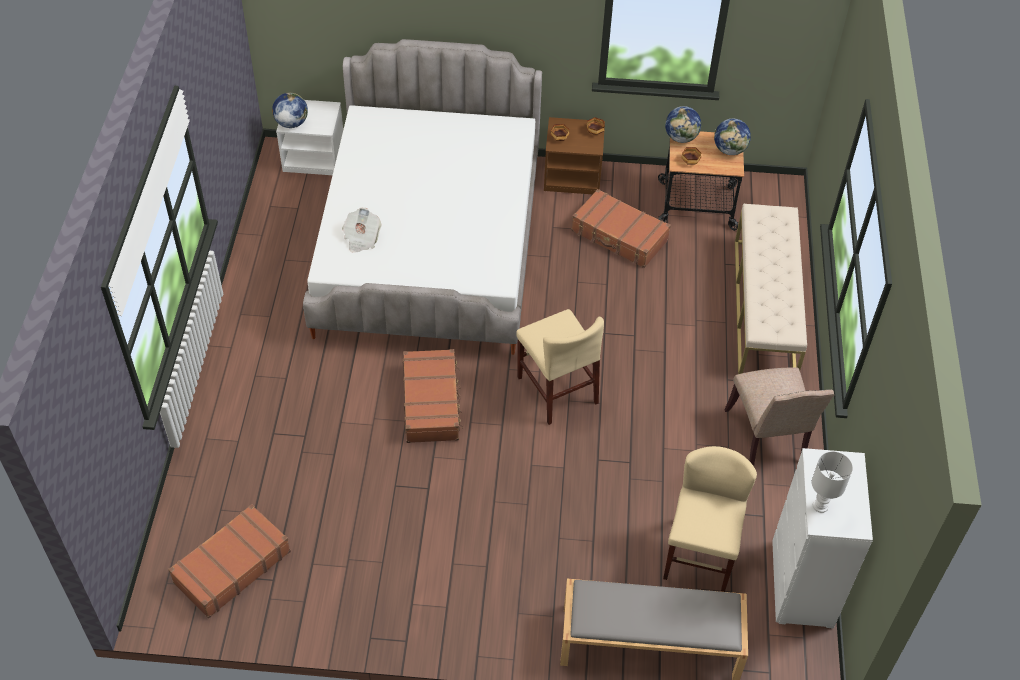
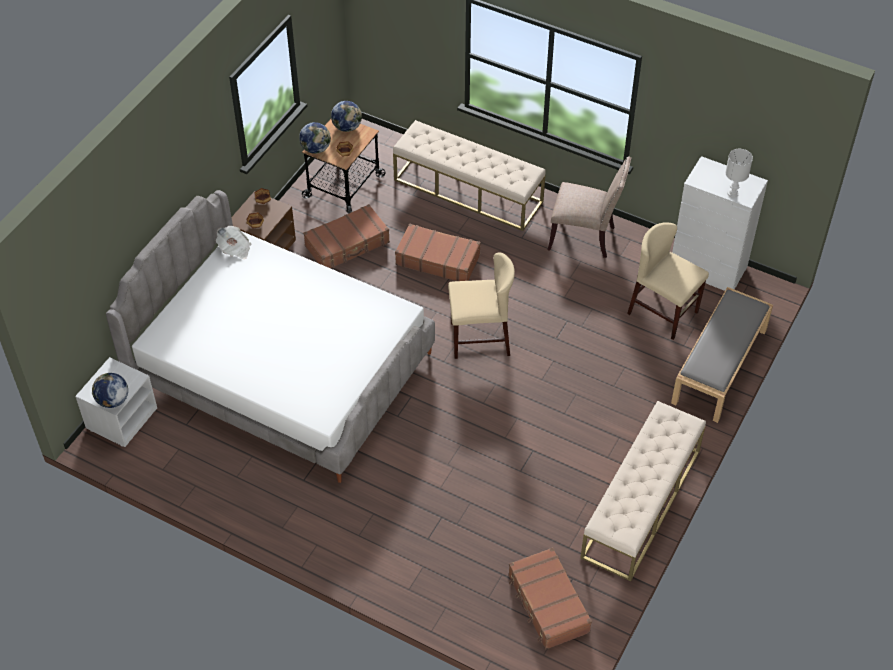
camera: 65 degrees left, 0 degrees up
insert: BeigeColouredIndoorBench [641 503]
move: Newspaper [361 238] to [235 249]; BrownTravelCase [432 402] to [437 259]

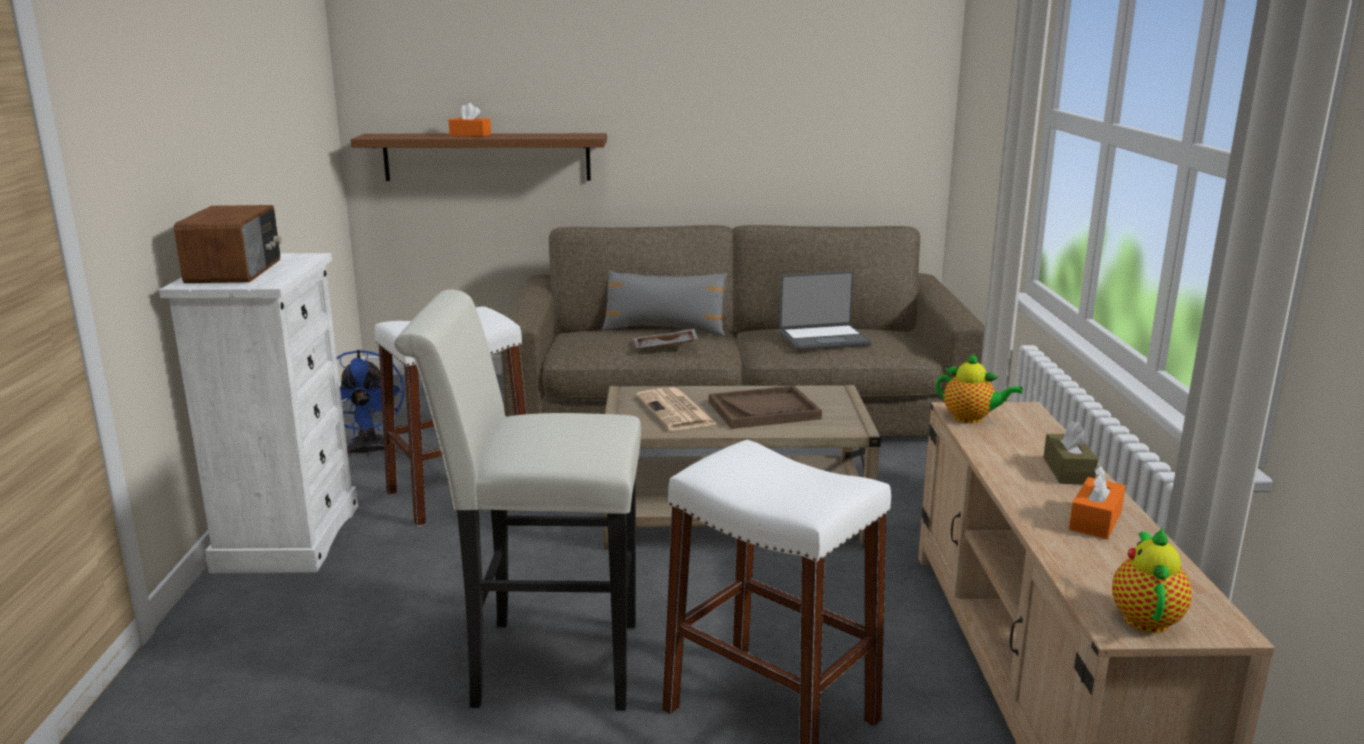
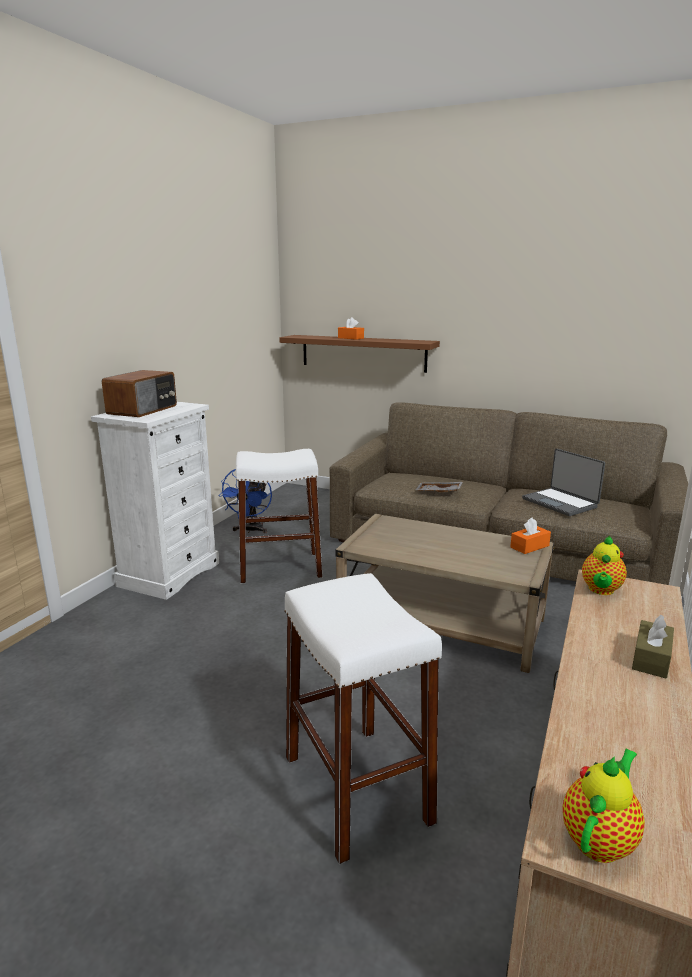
camera: 25 degrees right, 0 degrees up
delete: WhiteColouredStool [542 663]; GreyThrowPillow [664 330]; Newspaper [676 411]; BrownTray [764 410]
move: OrangeTissueHolder [1095 520] to [529 546]
rotate: PortableComputer [823 339] = [560 503] 45 degrees clockwise; Teapot [971 419] = [600 590] 60 degrees clockwise

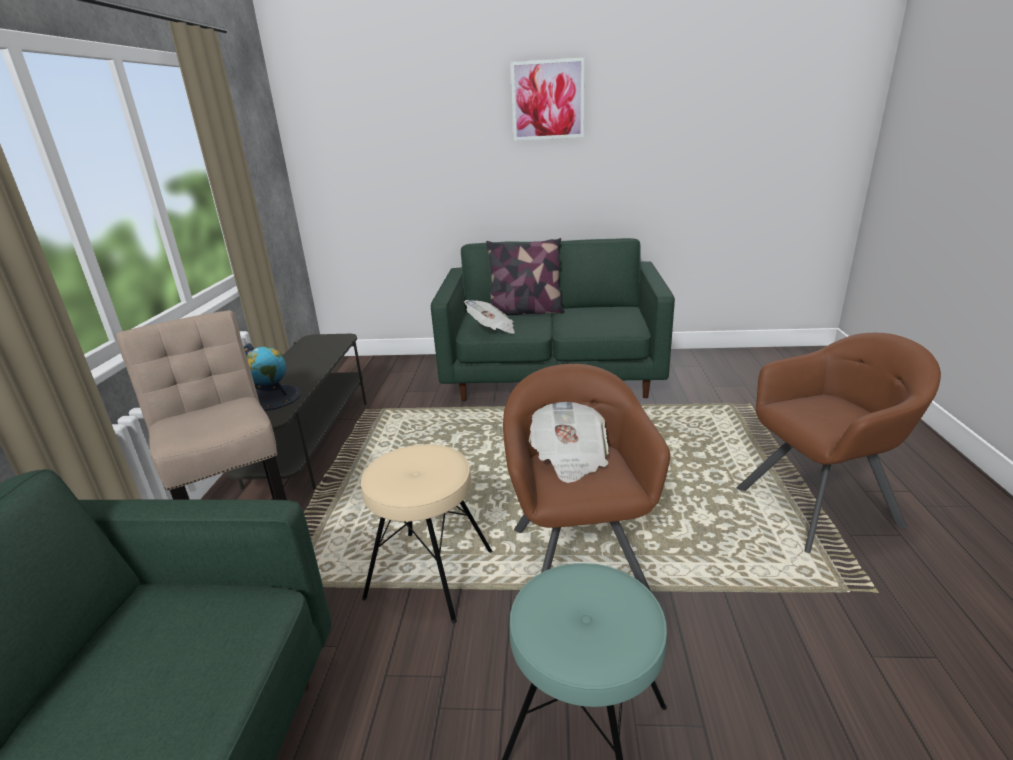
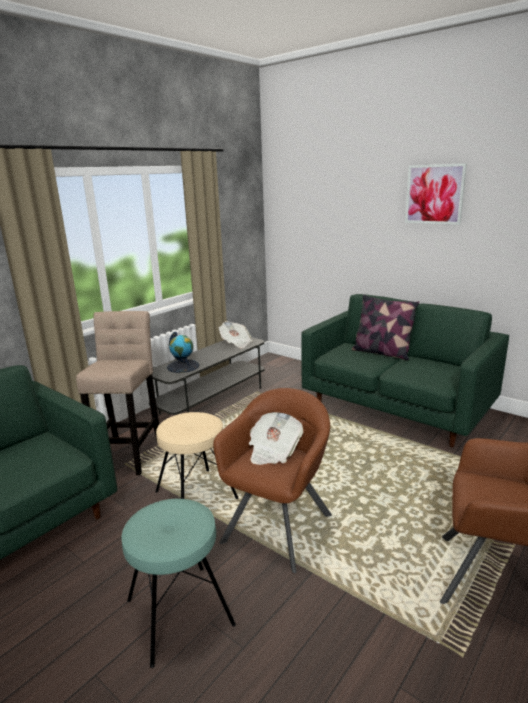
camera: 35 degrees right, 5 degrees down
move: Newspaper [492 329] to [236 343]

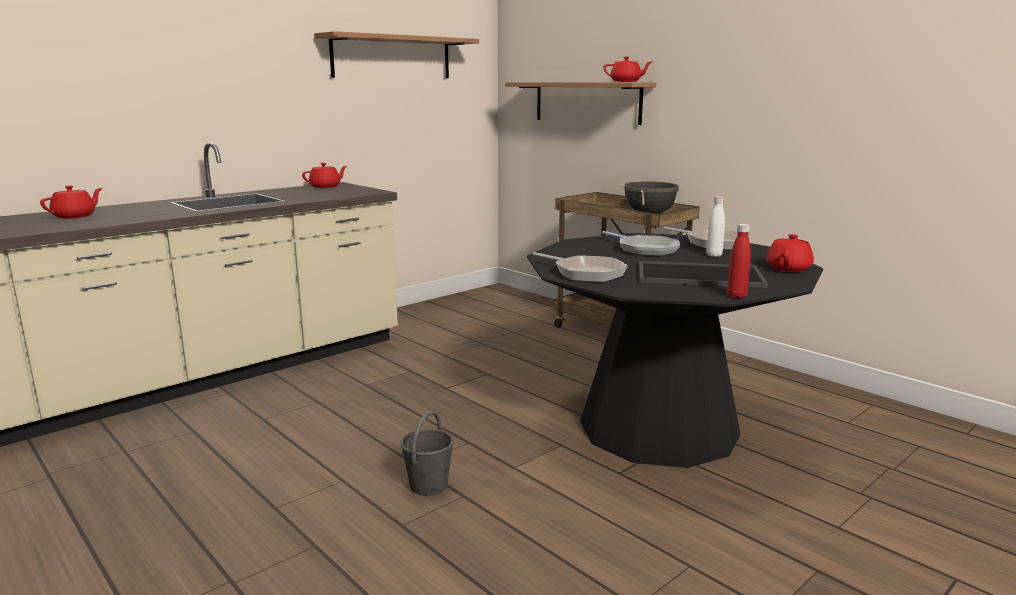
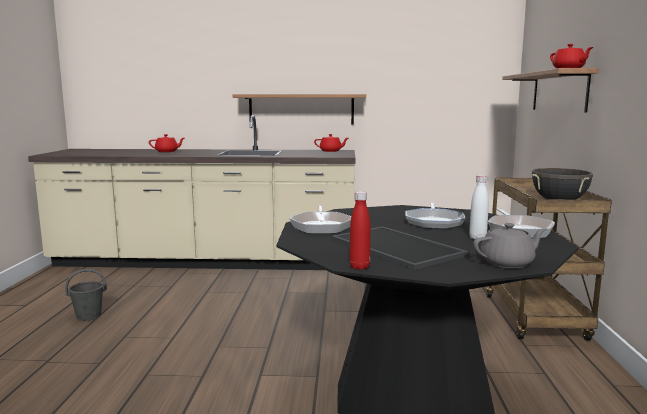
camera: 45 degrees right, 5 degrees down
move: GreyPail [429 485] to [89 316]; Shelf [392 57] to [301 109]
recolor: RedColouredTeapot [789 268] to GreyTeapot [508 263]

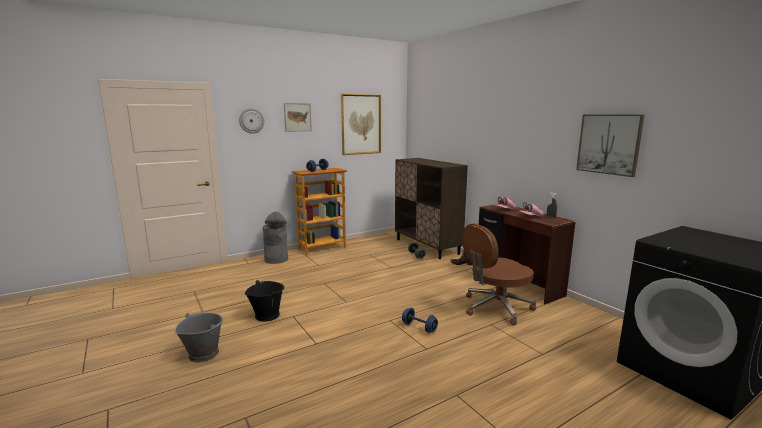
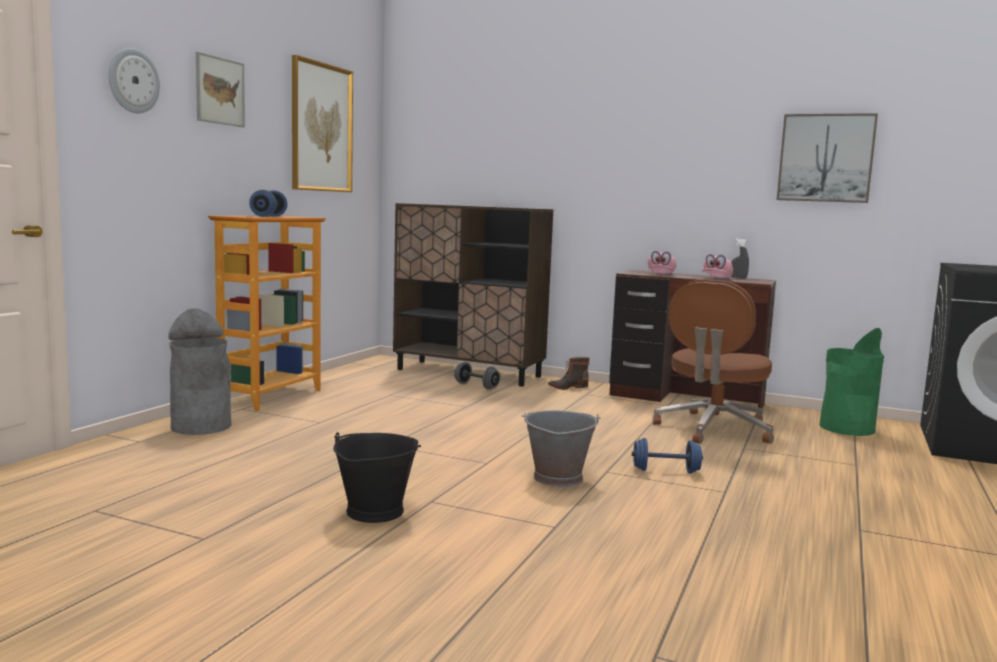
camera: 35 degrees left, 5 degrees down
insert: GreenTrashCan [846 428]
move: GreyPail [203 353] to [557 478]

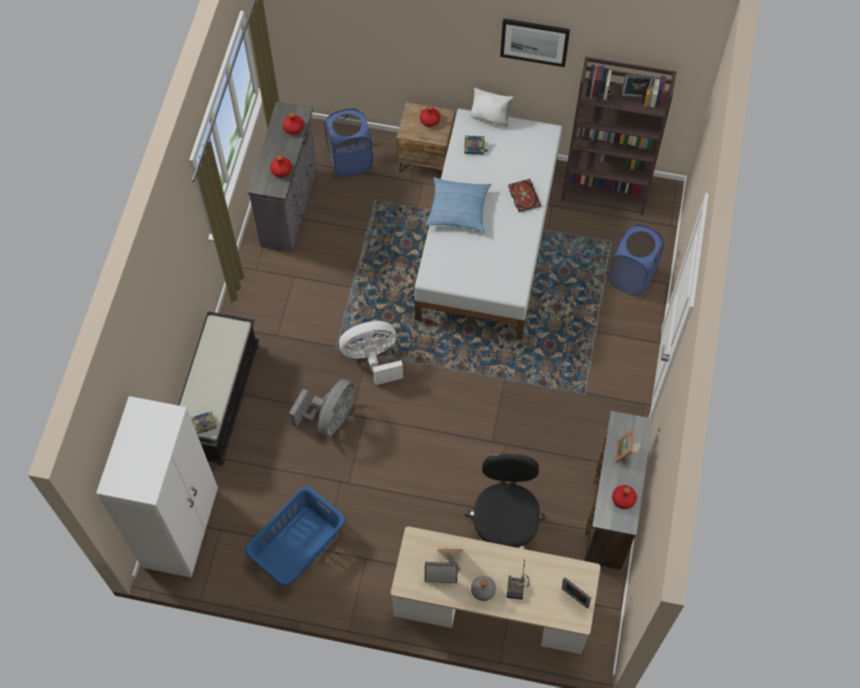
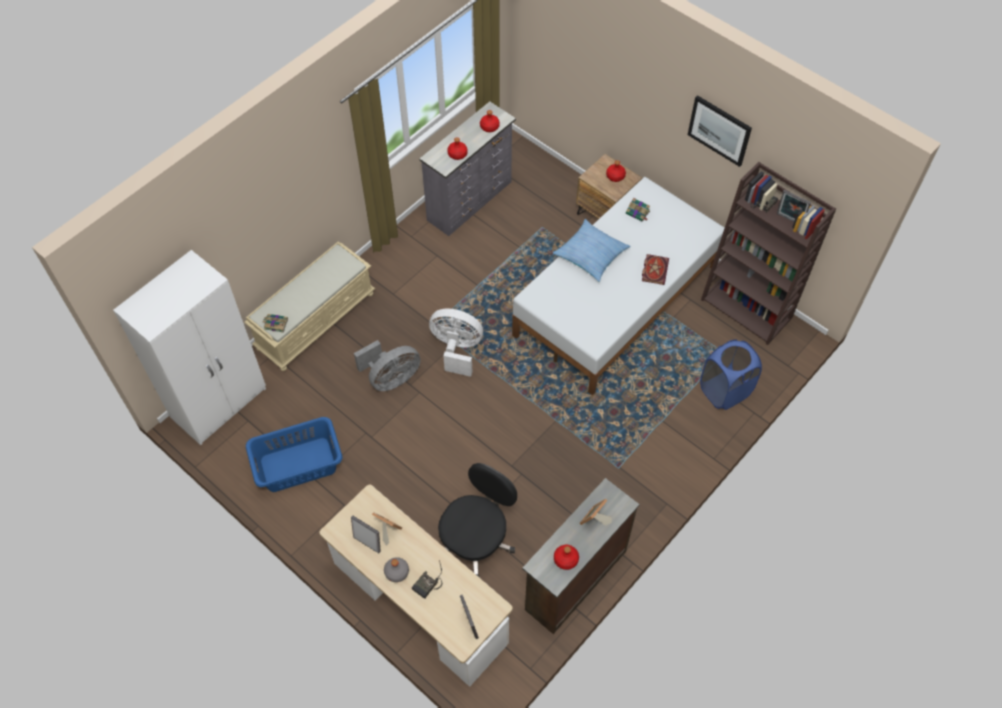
camera: 30 degrees right, 5 degrees down
delete: BluishHamper [350 160]; WhiteColouredThrowPillow [490 117]
recolor: BlackIndoorBench [219 399] to BeigeColouredIndoorBench [315 320]

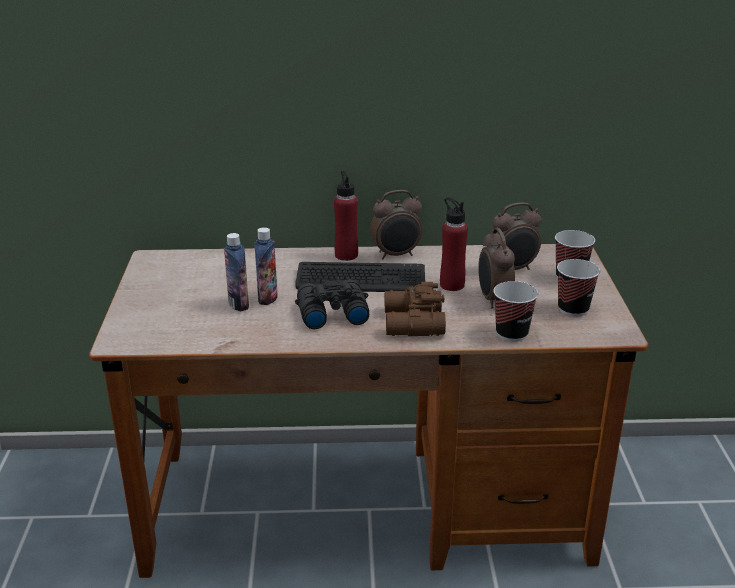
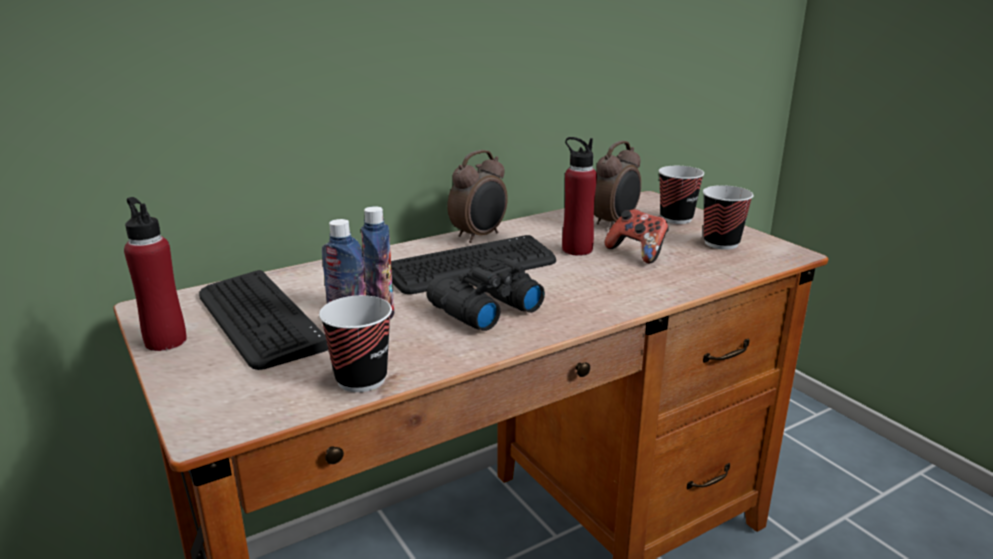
camera: 30 degrees left, 5 degrees down
delete: BrownPairOfBinoculars [412 323]
insert: ComputerKeyboard [258 319]
move: RedColouredBeverageBottle [346 255] to [165 341]; SmallCup [511 333] to [361 379]
replace: TableClock [493 300] to Gamepad [637 253]

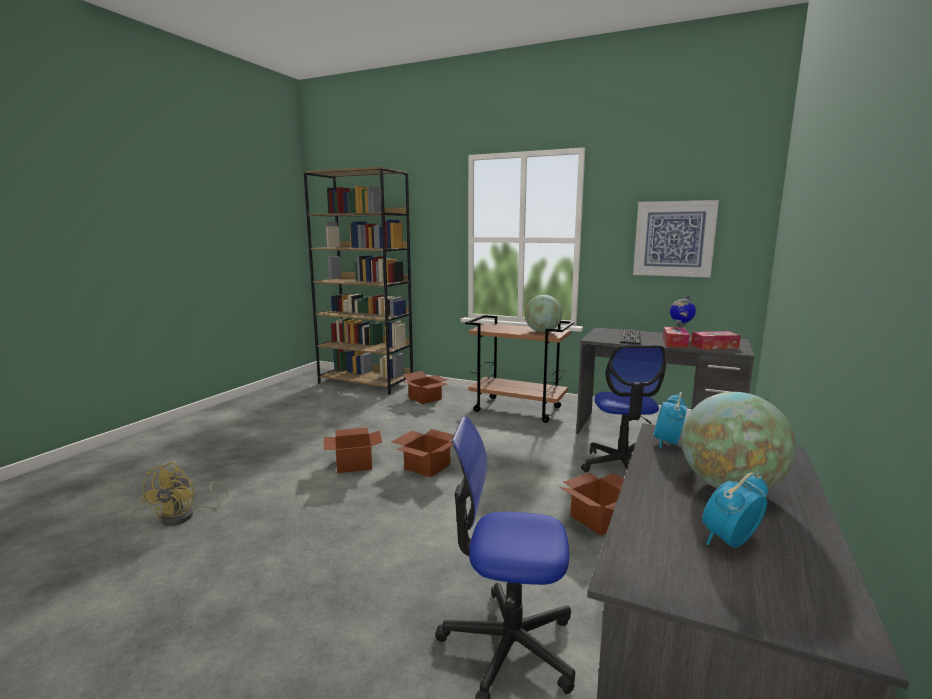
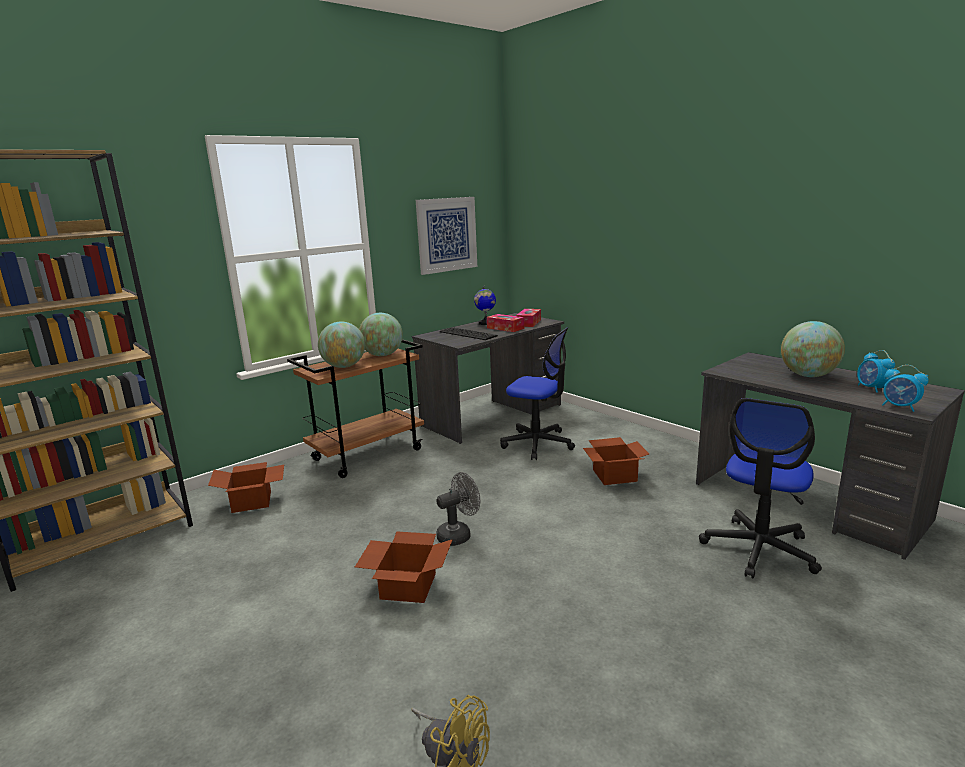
camera: 65 degrees left, 5 degrees up
insert: Globe [344 366]
move: TableClock [667 443] to [900 407]
replace: CardboardBox [426 466] to GreyCoolingFan [458 534]

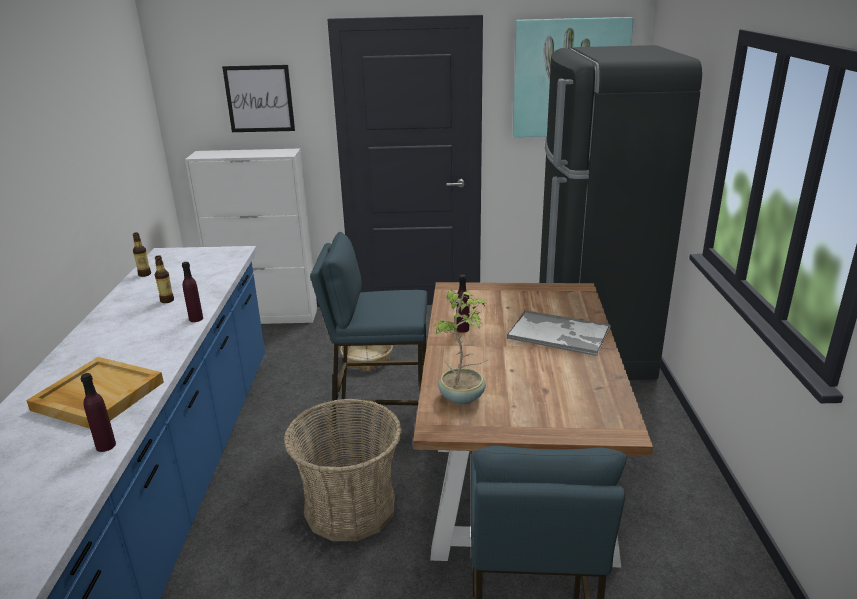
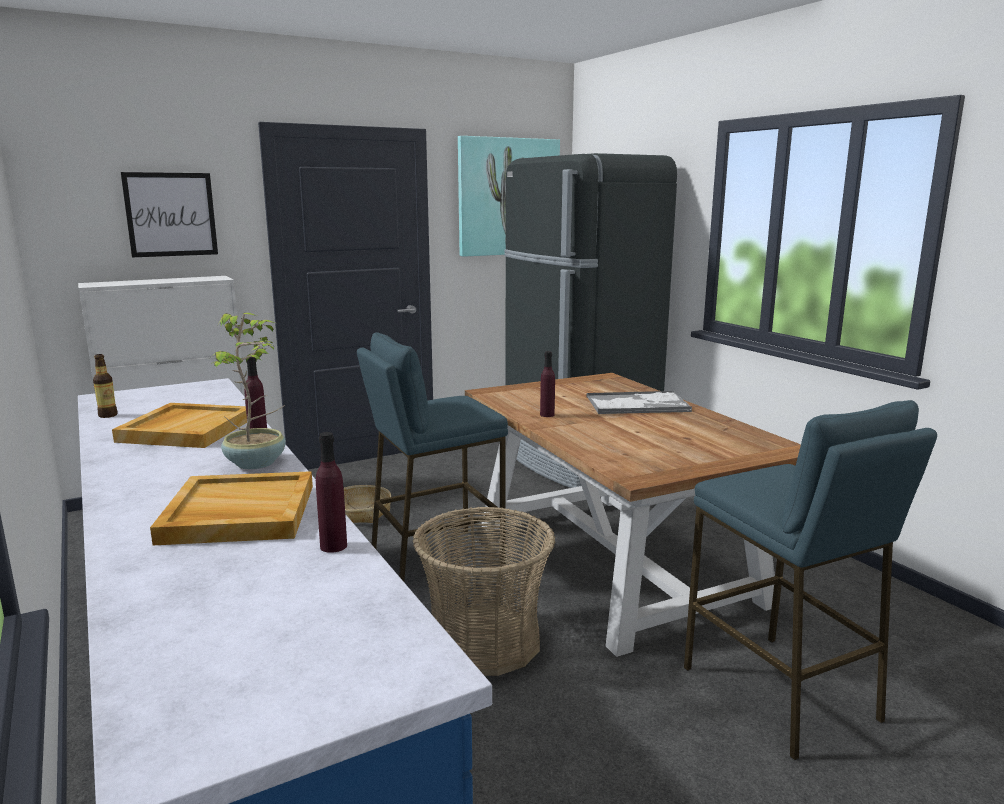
camera: 30 degrees left, 10 degrees down
move: PottedPlant [463 397] to [257 463]
replace: BeverageBottle [167 300] to BeigeColouredTray [186 429]

